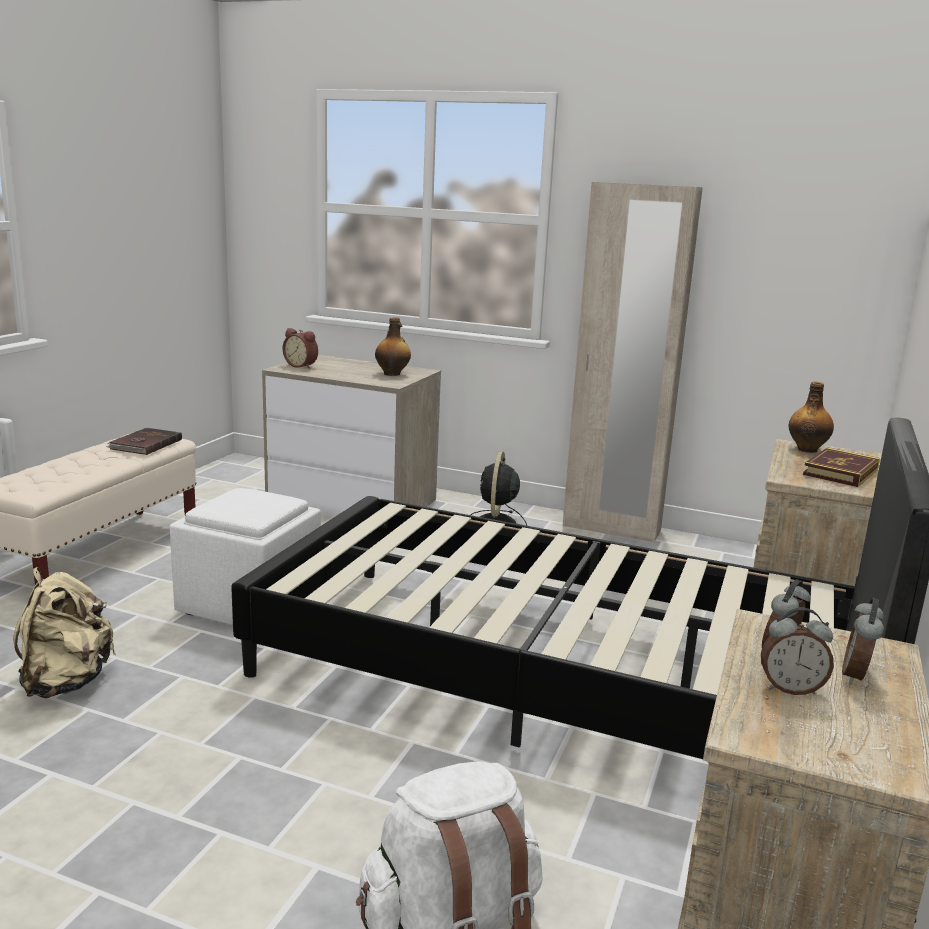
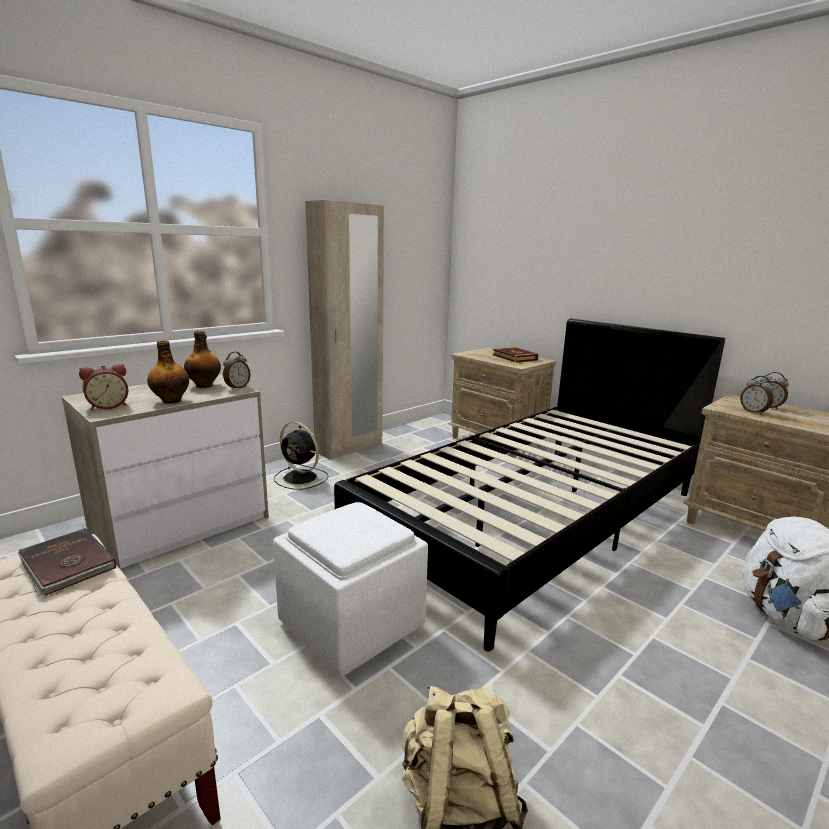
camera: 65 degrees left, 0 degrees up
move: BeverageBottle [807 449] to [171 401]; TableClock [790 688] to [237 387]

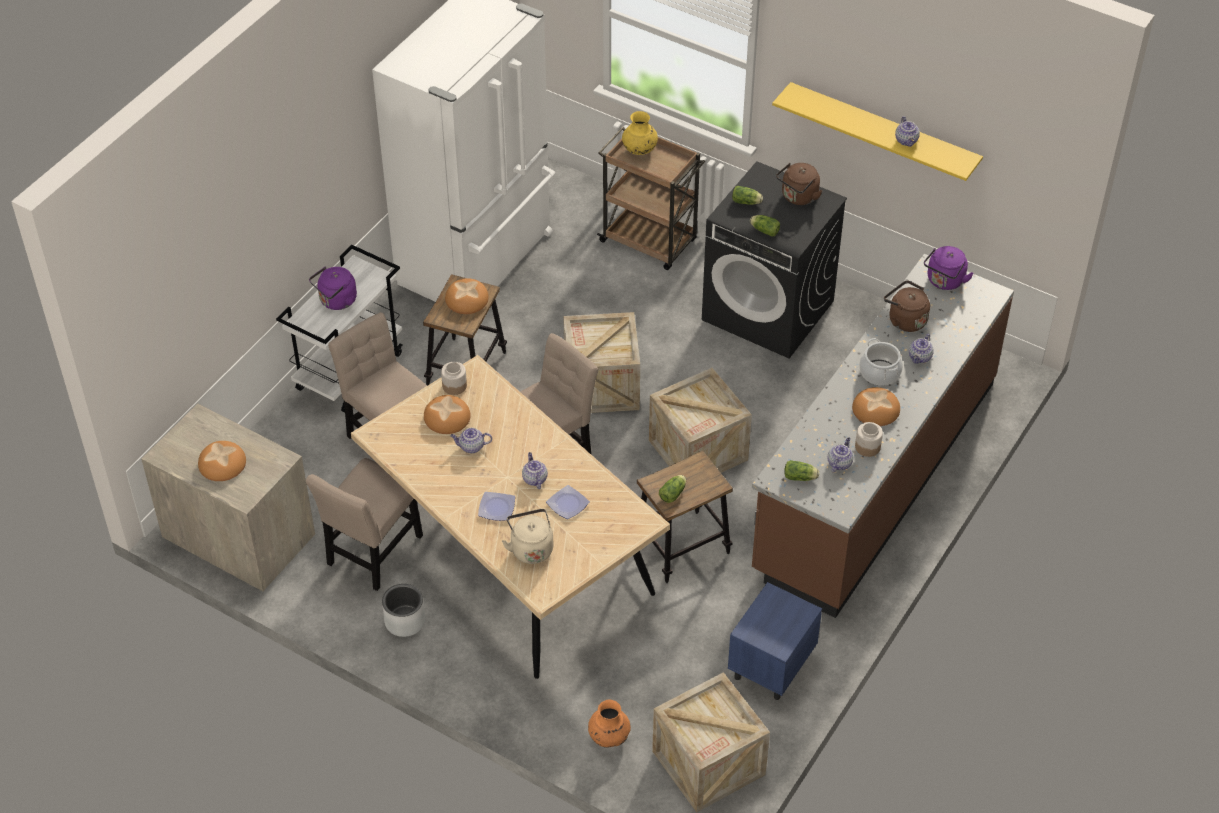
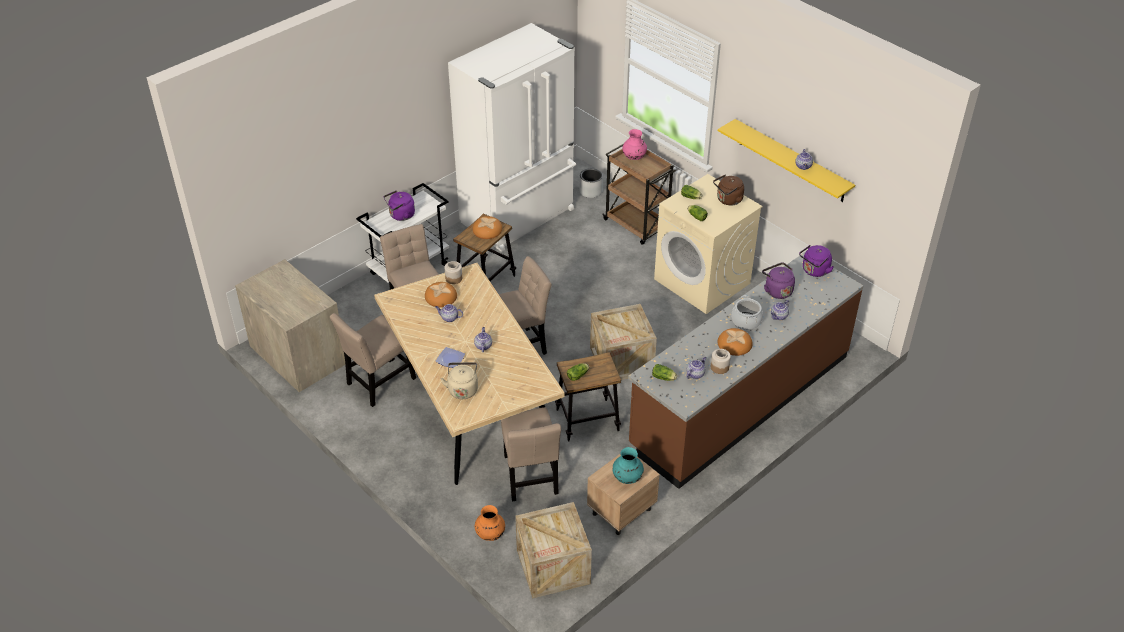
camera: 15 degrees right, 5 degrees down
delete: BakeryBread [222 464]; FlatDish [568 504]; Crate [601 385]
insert: BeigeColouredUprightChair [530 478]; BlueGreenVase [627 478]
move: GreyFlowerPot [405 621] to [591 191]
recolor: BluishNightstand [770 667] to BeigeColouredNightstand [620 511]; YellowColouredVase [639 150] to PinkColouredVase [634 157]; BlackWashingMachine [769 310] to BeigeColouredWashingMachine [702 281]; BrownWaterKettle [905 320] to PurpleColouredWaterKettle [777 290]

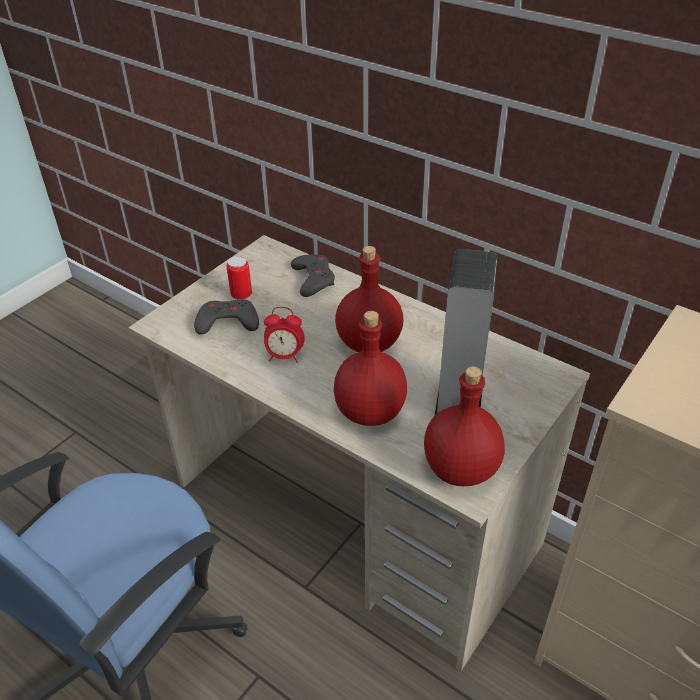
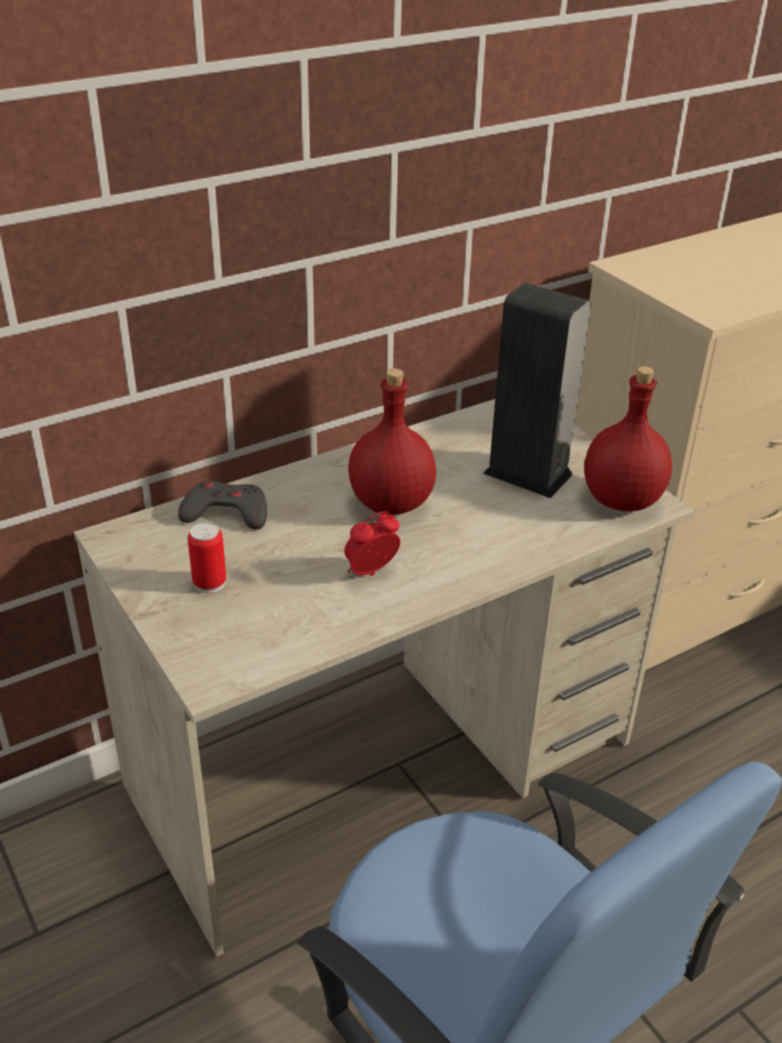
camera: 70 degrees left, 5 degrees down
delete: GreyGamepad [227 322]; RedColouredBeverageBottle [371 412]
rotate: TableClock [285 356] = [371 573] 150 degrees counterclockwise

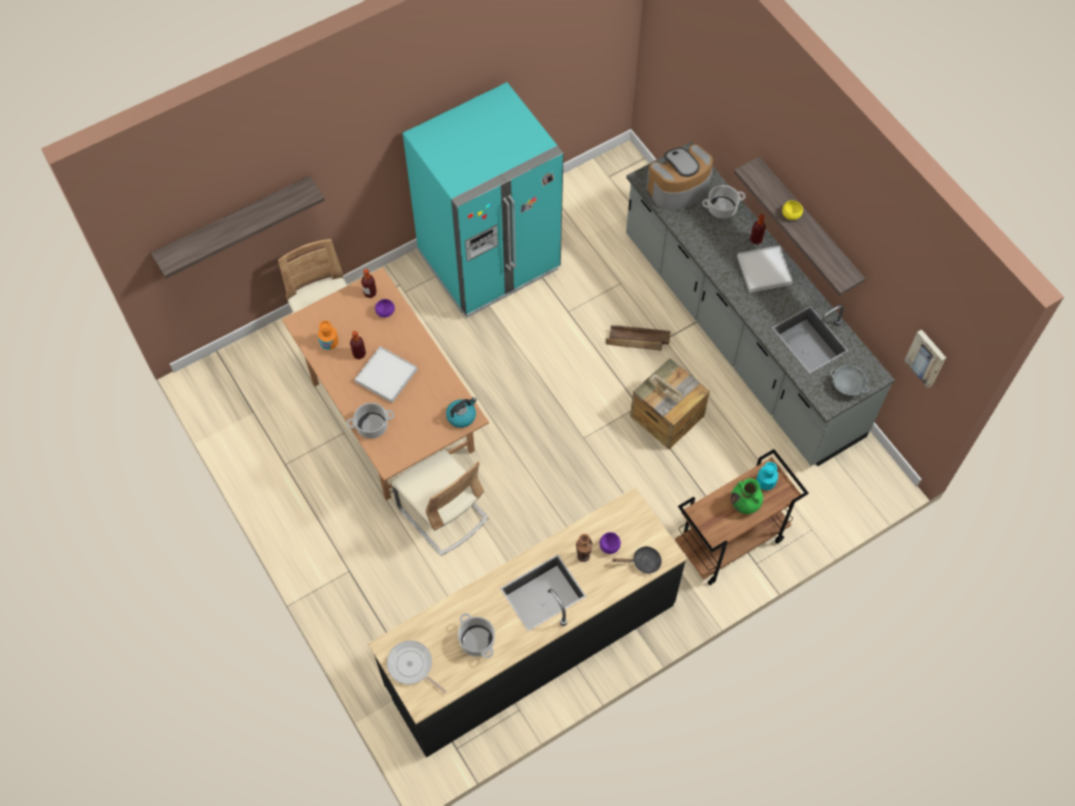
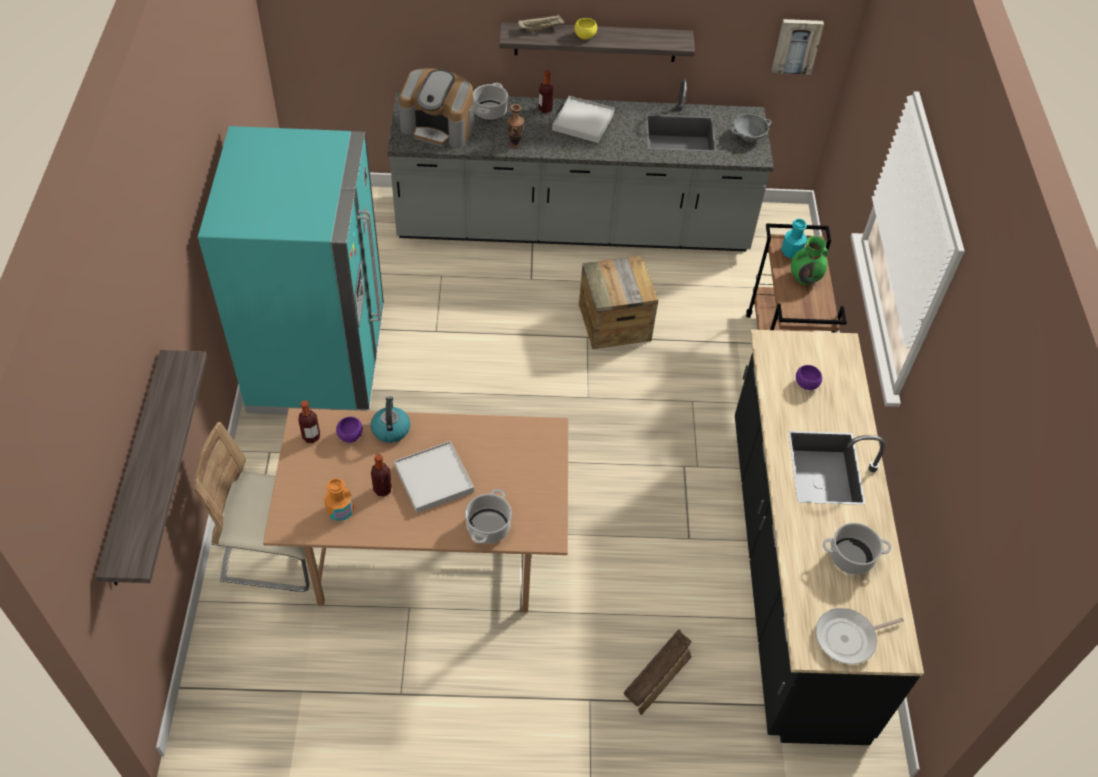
camera: 60 degrees left, 10 degrees down
delete: BeigeColouredUprightChair [442 513]; BlackFryingPan [643 562]
move: WaterKettle [461 416] to [390 429]; Vase [583 556] to [515 144]; BeigeColouredTray [666 391] to [541 29]; Crate [638 340] to [659 674]
rotate: CoffeeMaker [678 188] = [439 126] 75 degrees counterclockwise

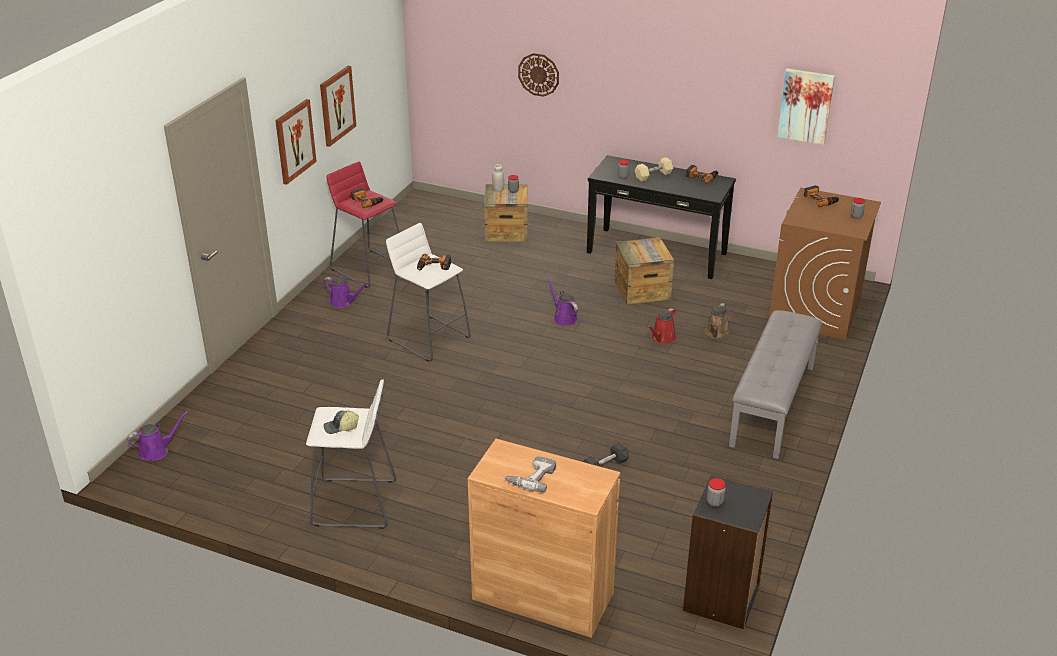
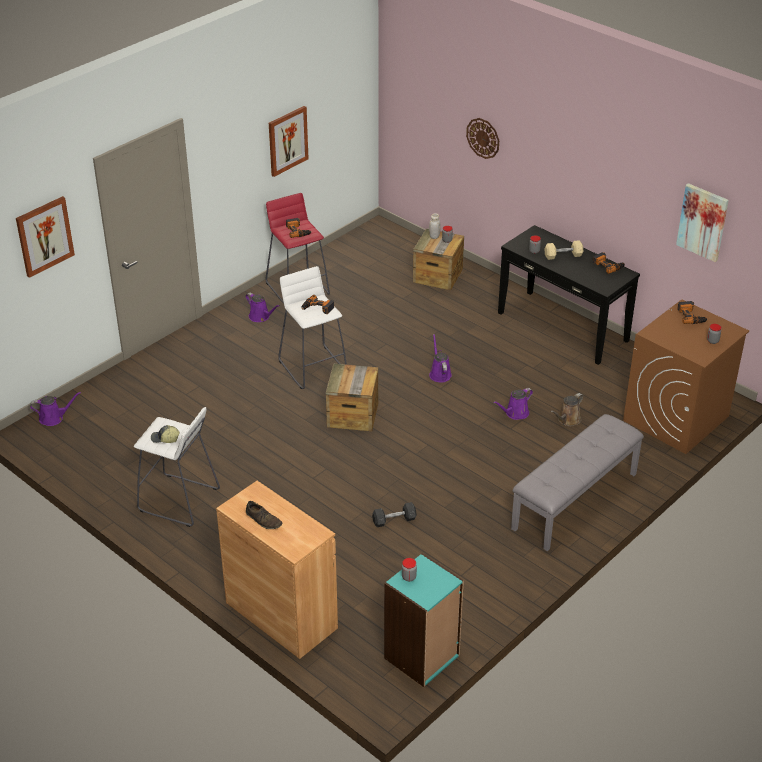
camera: 20 degrees right, 5 degrees up
move: WallPicture [294 141] to [44 236]; Crate [642 290] to [353 414]
replace: Drill [531 477] to BrownItemOfFootwear [263 520]
recolor: BlackBookshelf [722 598] to BlueGreenBookshelf [422 657]; RedColouredSprinklingCan [662 338] to PurpleColouredSprinklingCan [515 413]

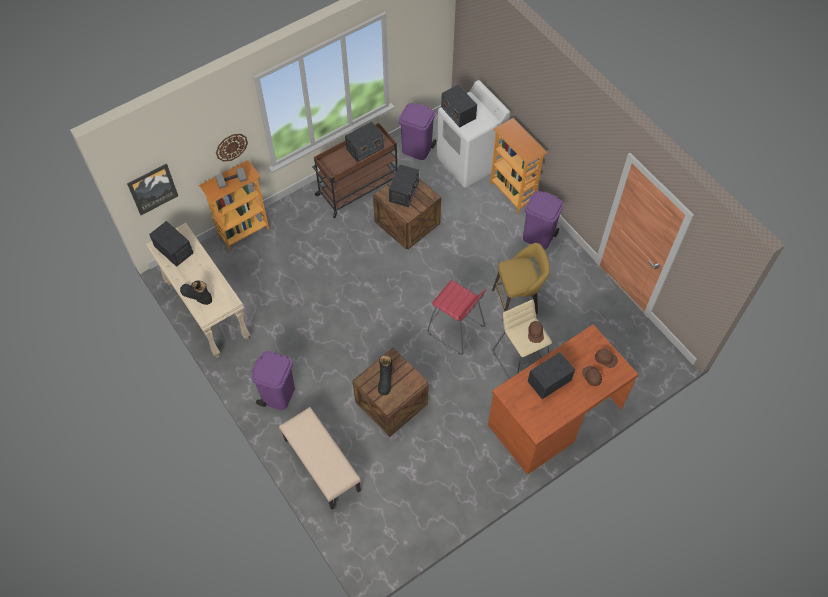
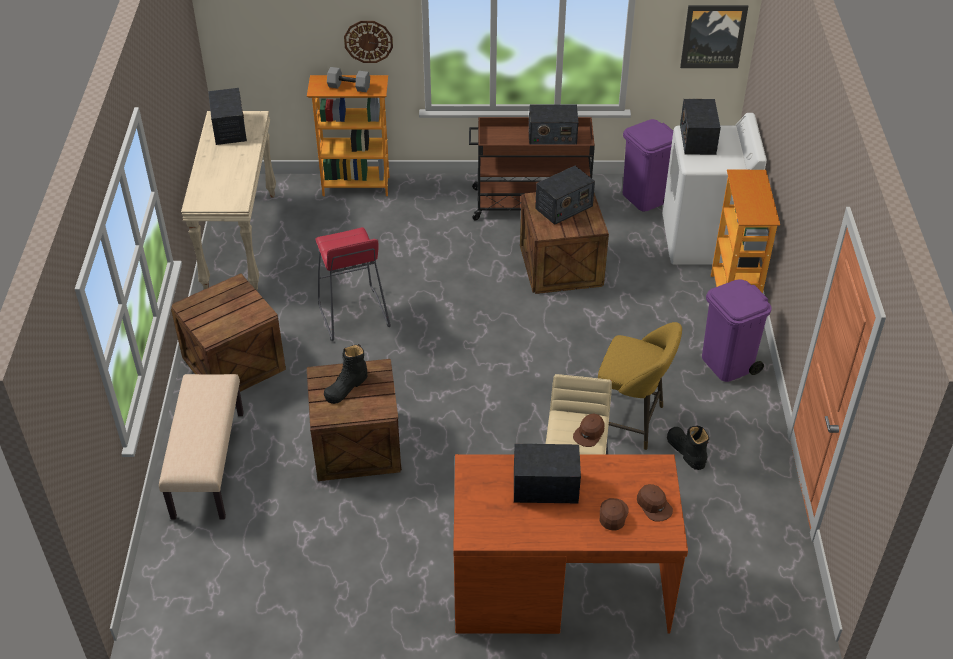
camera: 35 degrees right, 15 degrees down
move: RedColouredStool [456 330] to [353 315]; BlackBoot [196 296] to [686 451]; WallPicture [152 188] to [713 36]
replace: PurpleColouredTrashCan [278 394] to Crate [234 363]

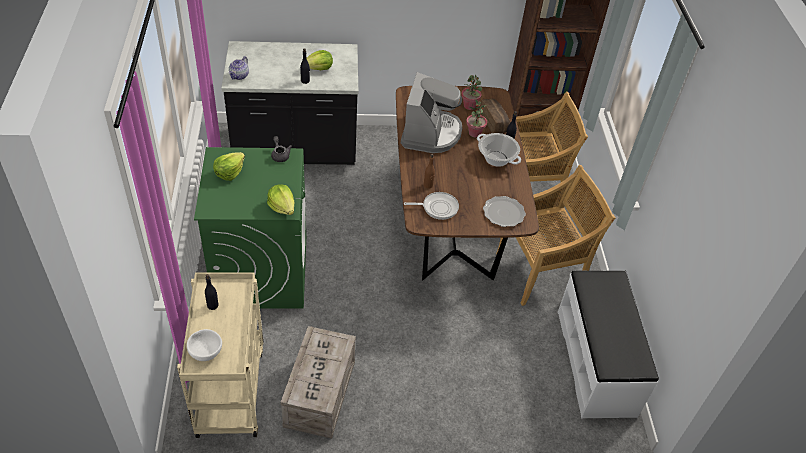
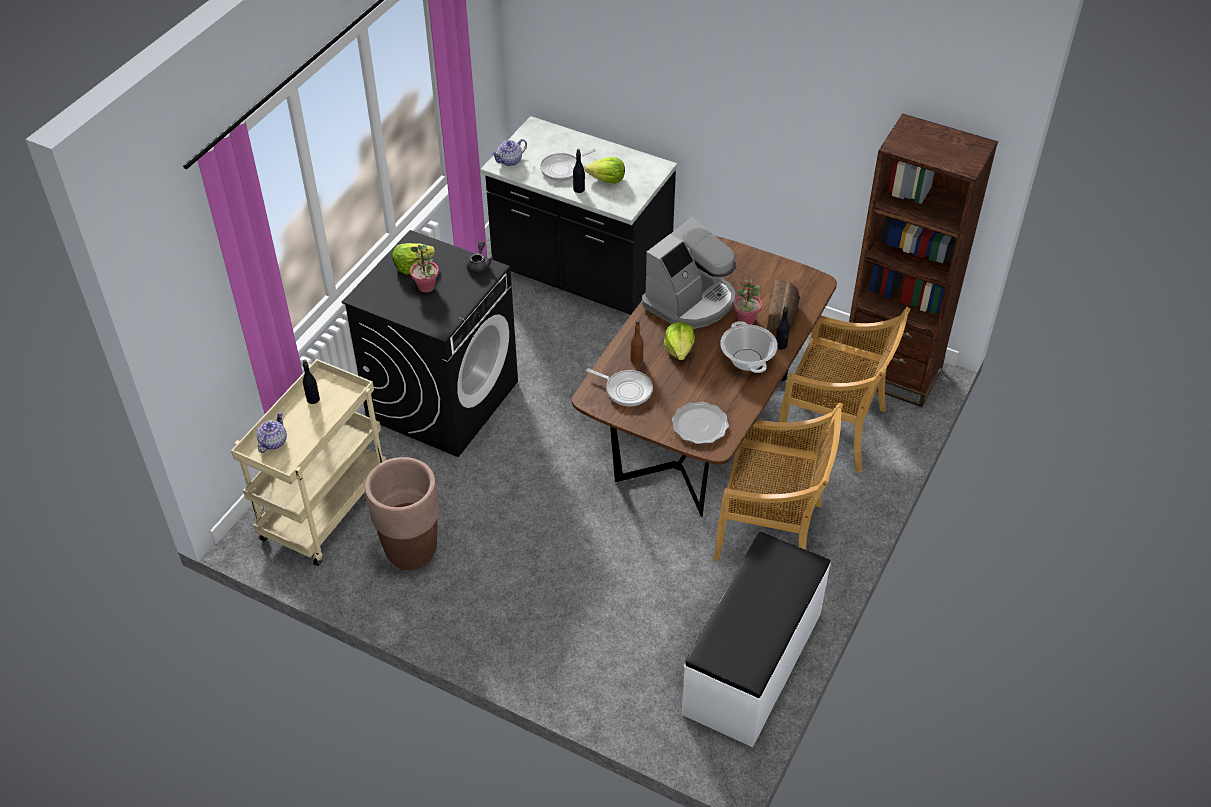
camera: 35 degrees right, 0 degrees up
insert: FryingPan [563 169]
move: PottedPlant [469 106] to [426 286]; HeadOfLettuce [282 207] to [679 349]
replace: WhiteColouredDeepDish [205 352] to Teapot [273 442]; Crate [319 392] to BrownFlowerPot [411 551]
recolor: GreenWashingMachine [261 271] to BlackWashingMachine [443 399]

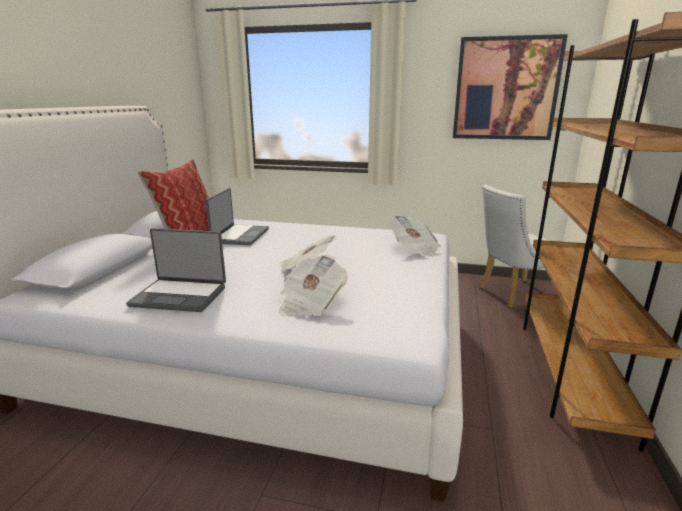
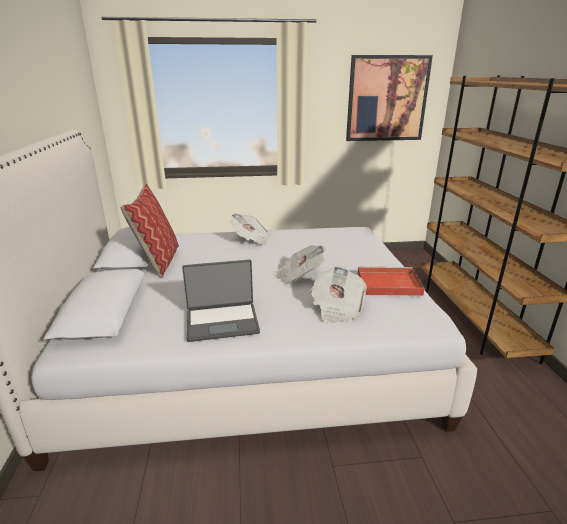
camera: 20 degrees left, 5 degrees up
delete: PortableComputer [239 236]; WhiteColouredUprightChair [513 294]
insert: RedColouredTray [387 284]
move: Newspaper [414 248] to [251 239]

